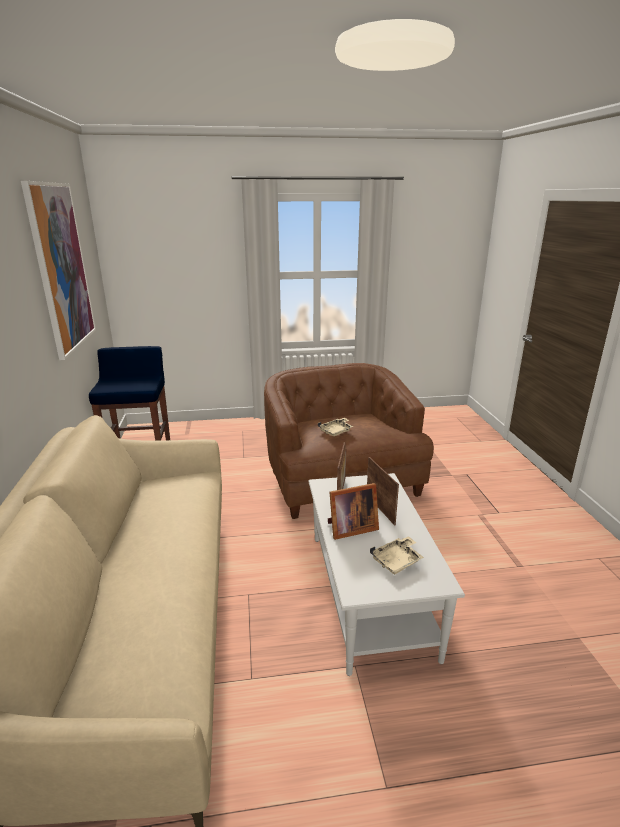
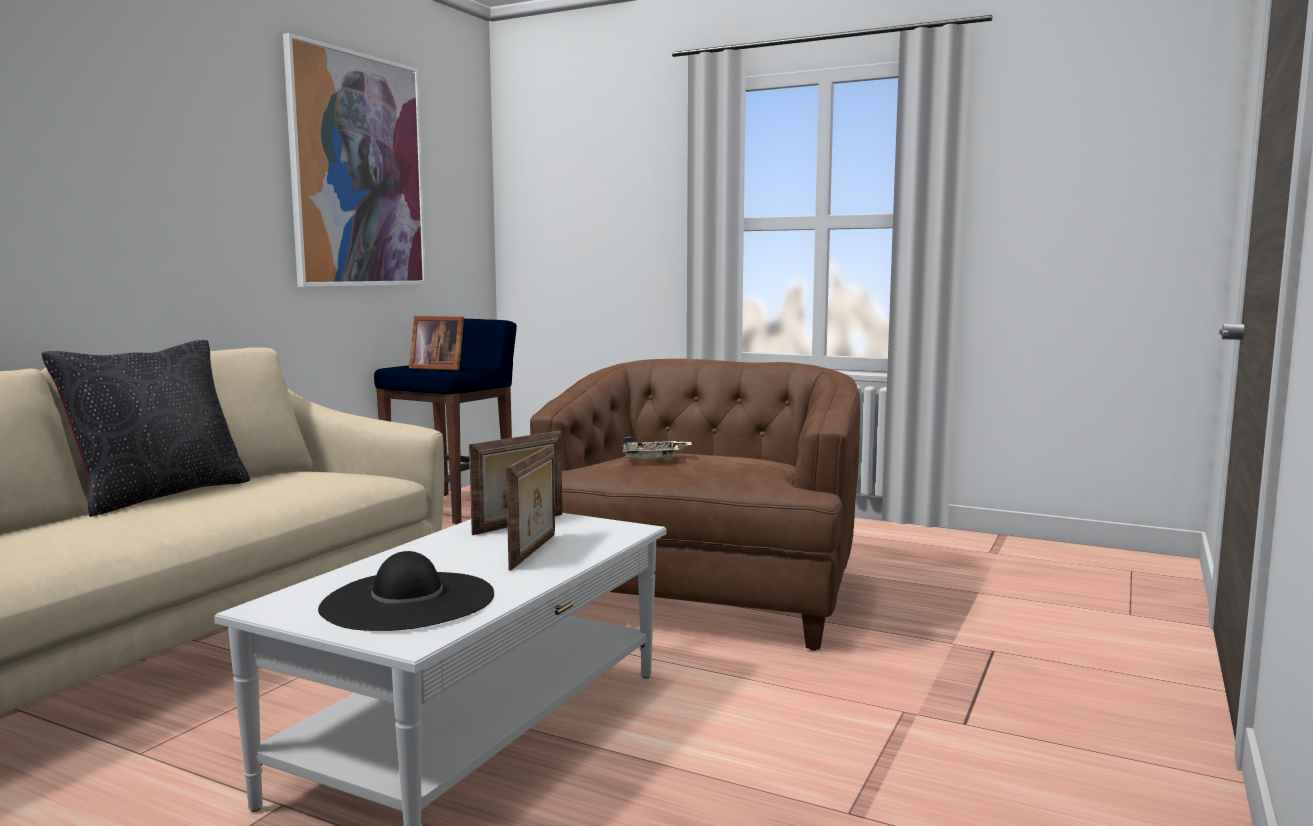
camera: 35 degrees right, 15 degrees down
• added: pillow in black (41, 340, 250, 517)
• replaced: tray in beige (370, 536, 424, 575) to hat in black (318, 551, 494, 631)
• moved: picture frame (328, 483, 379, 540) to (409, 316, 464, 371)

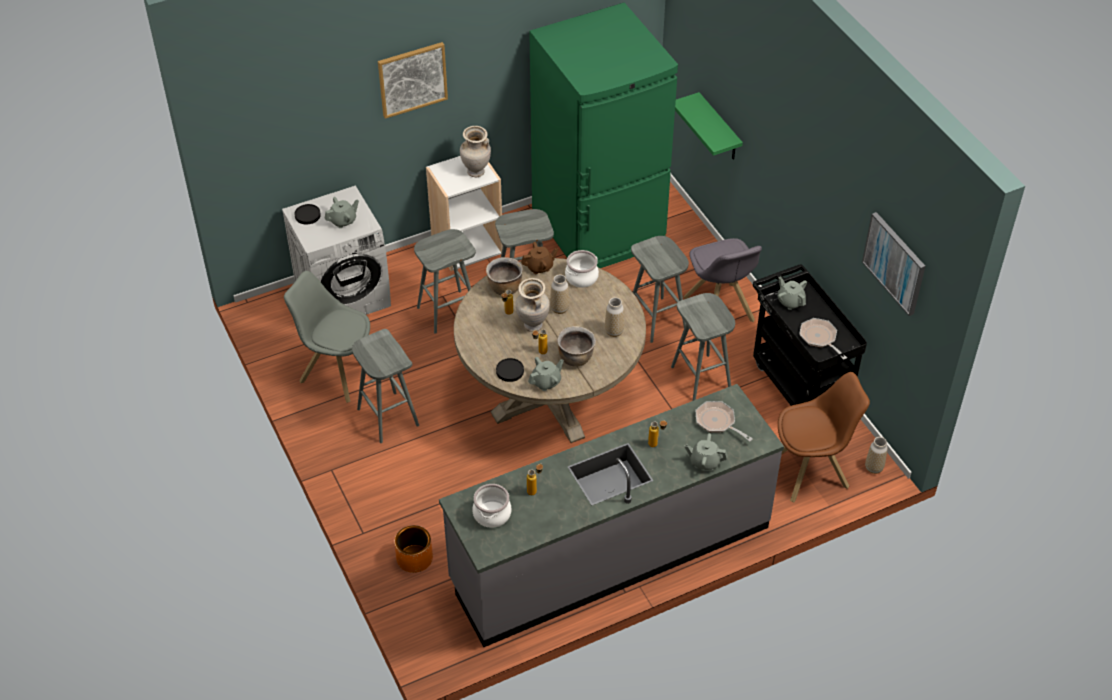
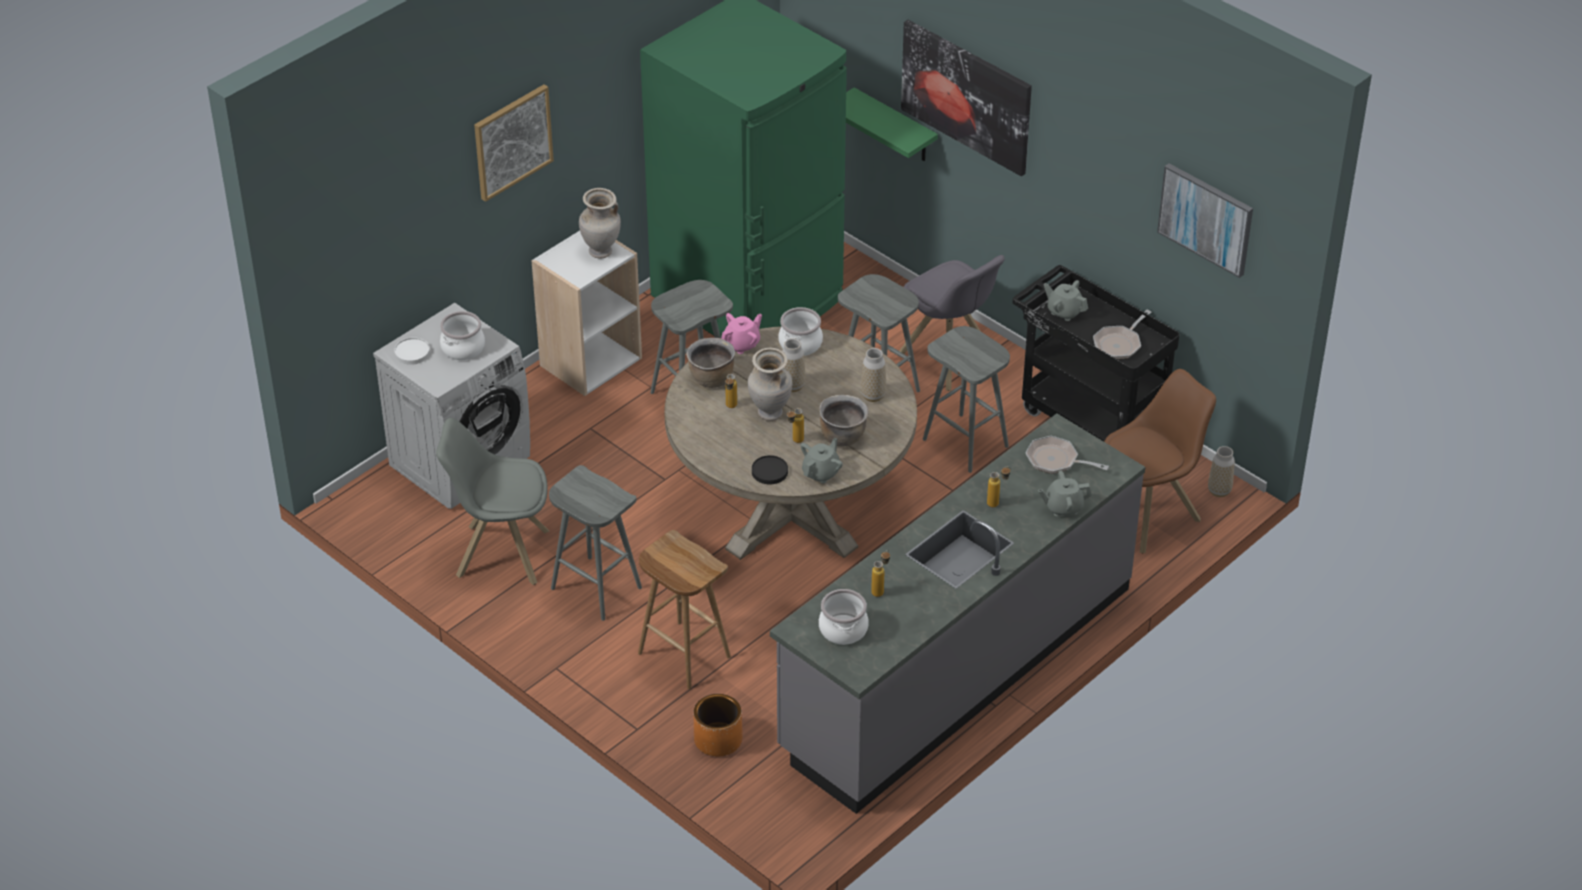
camera: 20 degrees left, 5 degrees down
• recoloured: plate in black (294, 204, 321, 225) to plate in white (394, 337, 430, 365)
• replaced: teapot in grey (325, 197, 359, 228) to cooking pot (440, 311, 485, 360)
• added: stool in brown (638, 530, 731, 690)
• recoloured: teapot in brown (521, 242, 558, 274) to teapot in pink (721, 313, 762, 354)
• added: picture (901, 20, 1032, 176)
• turned: frying pan (799, 318, 847, 360) = (1093, 310, 1151, 359) 90 degrees counterclockwise
• removed: stool in grey (414, 229, 476, 334)

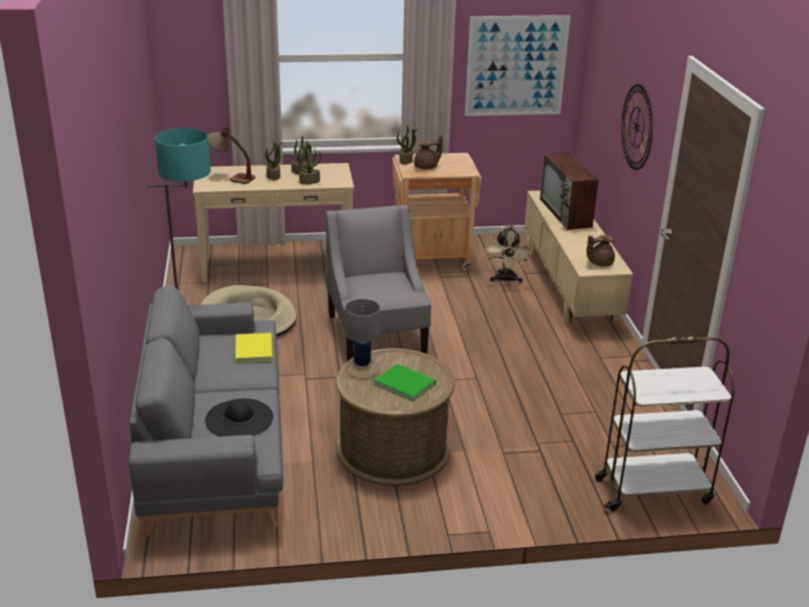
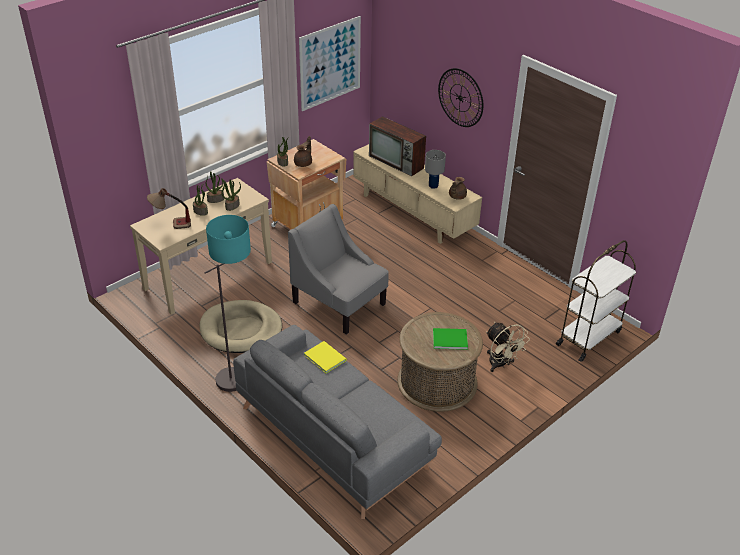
camera: 35 degrees left, 10 degrees up
• moved: table lamp in grey (345, 299, 380, 366) to (425, 150, 446, 189)
• moved: fan in beige (486, 225, 533, 283) to (486, 322, 530, 372)
• removed: hat in black (205, 399, 273, 437)

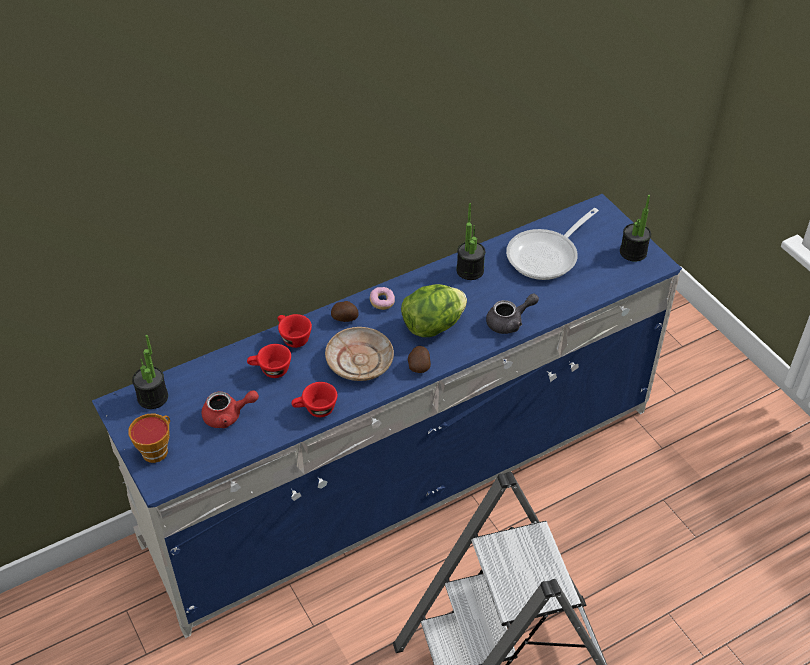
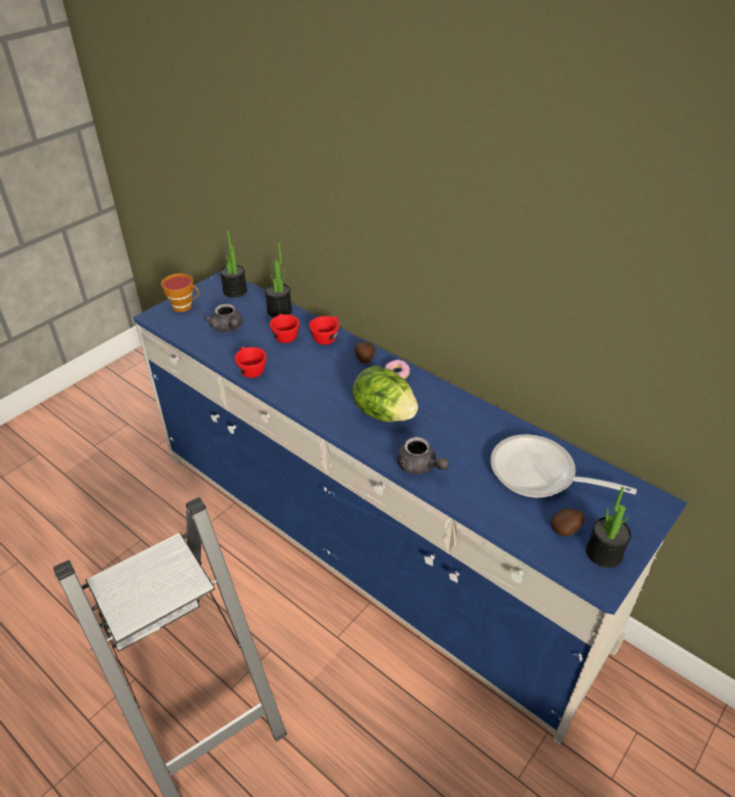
camera: 70 degrees right, 5 degrees down
• recoloured: teapot in red (202, 390, 259, 428) to teapot in grey (205, 304, 243, 332)
• moved: potted plant (456, 203, 485, 280) to (265, 243, 292, 317)
• moved: potato (408, 346, 431, 373) to (551, 508, 585, 536)
• removed: plate in beige (325, 327, 394, 381)

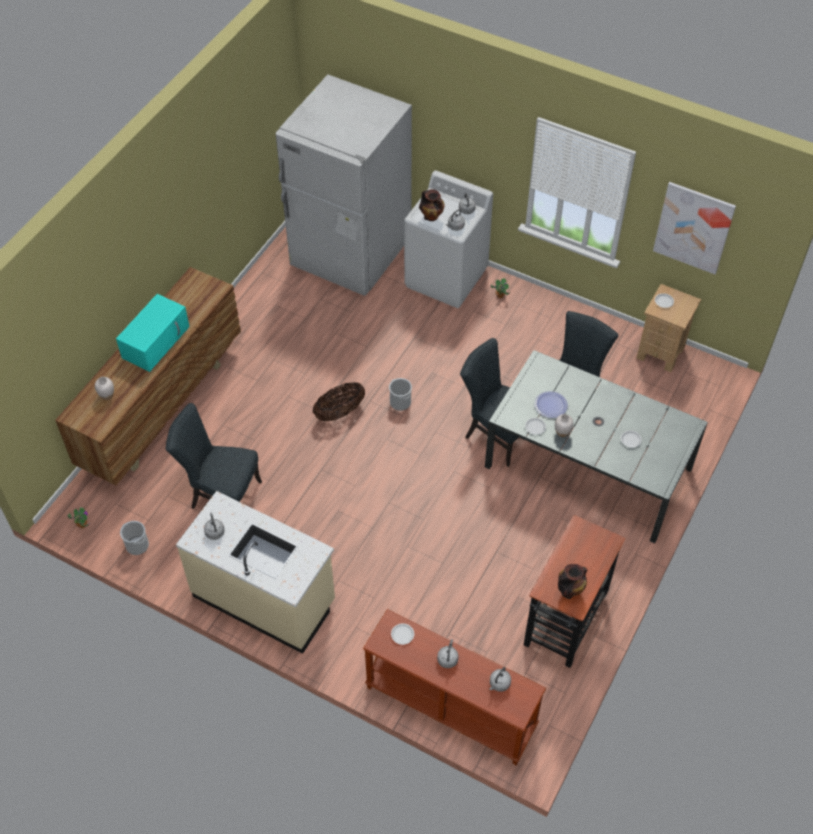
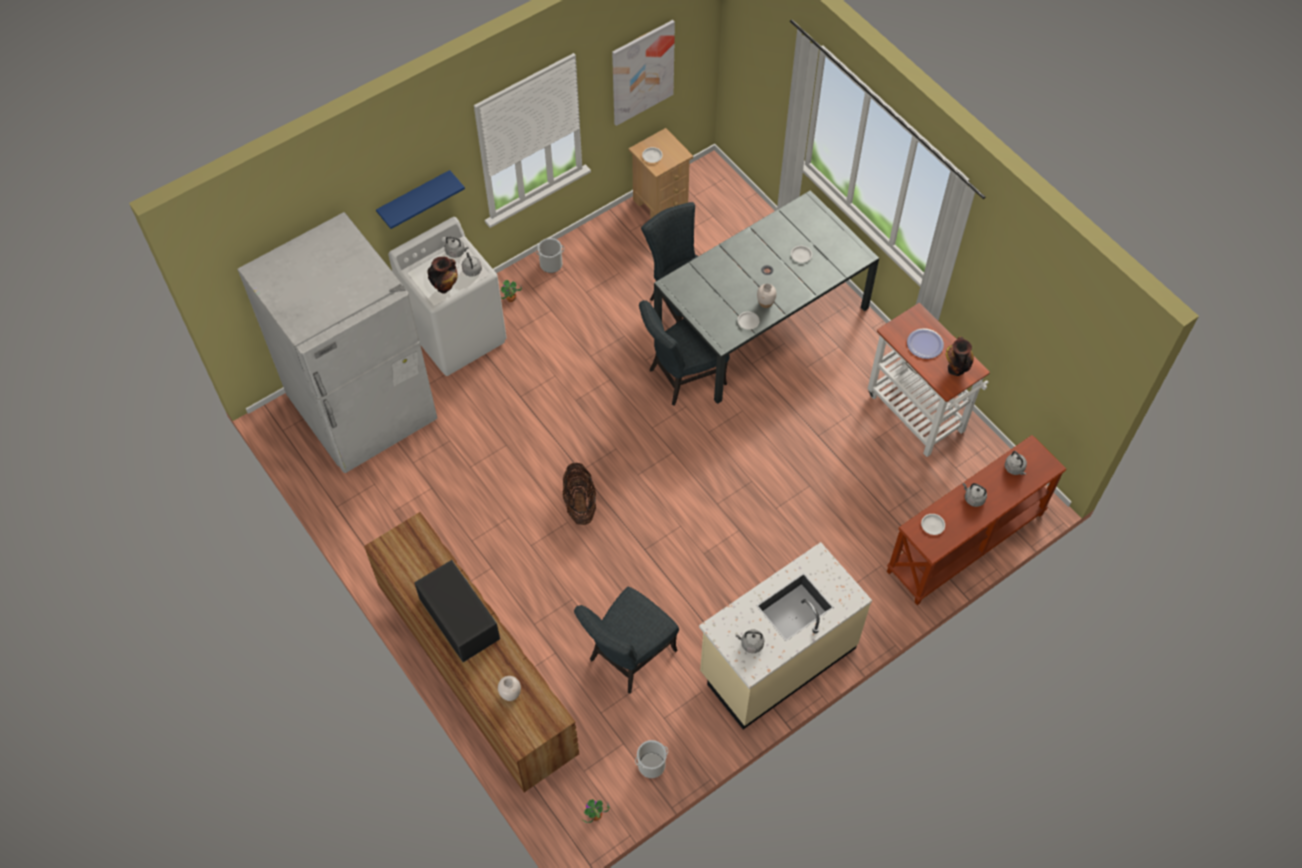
camera: 65 degrees left, 5 degrees up
• added: shelf in blue (376, 170, 465, 229)
• recoloured: microwave in turquoise (116, 294, 190, 372) to microwave in black (414, 560, 500, 662)
• moved: bucket (389, 378, 412, 411) to (535, 238, 564, 273)
• recoloured: cart in black (524, 515, 625, 668) to cart in white (868, 303, 990, 457)
• moved: plate (535, 391, 568, 418) to (907, 328, 944, 359)

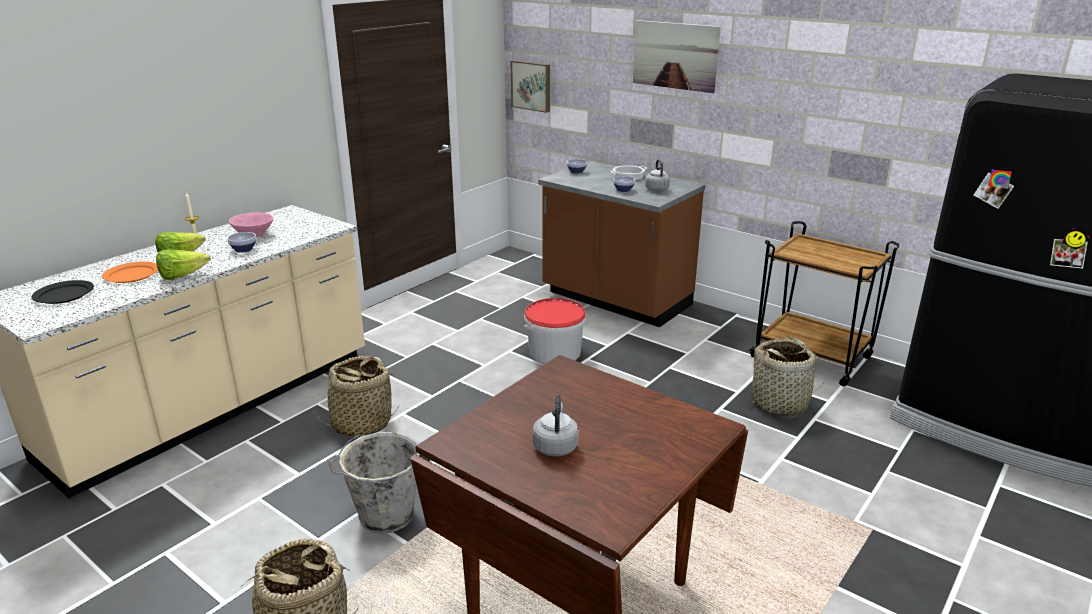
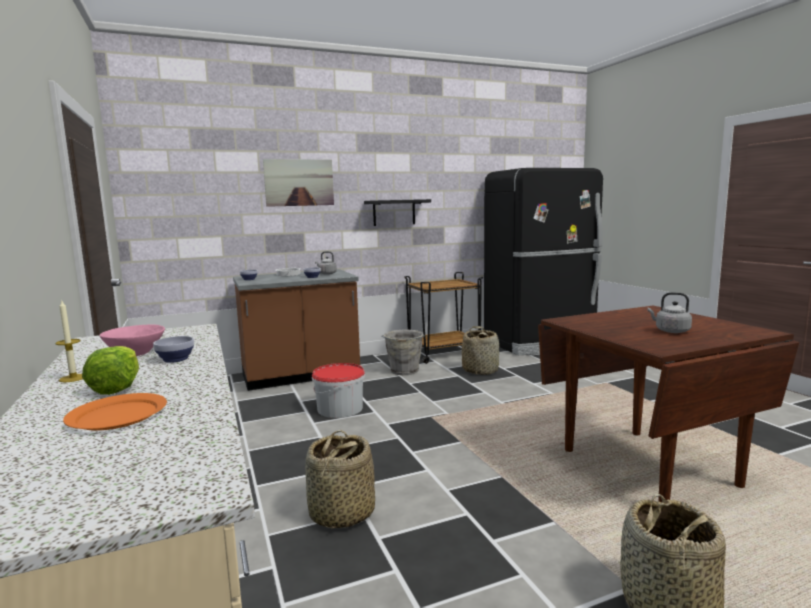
camera: 60 degrees left, 15 degrees down
• added: shelf in black (364, 199, 431, 226)
• moved: bucket in grey (329, 432, 420, 534) to (382, 330, 425, 375)
• removed: plate in black (31, 280, 94, 304)
• removed: lettuce (156, 249, 210, 280)
• removed: picture (510, 60, 550, 113)

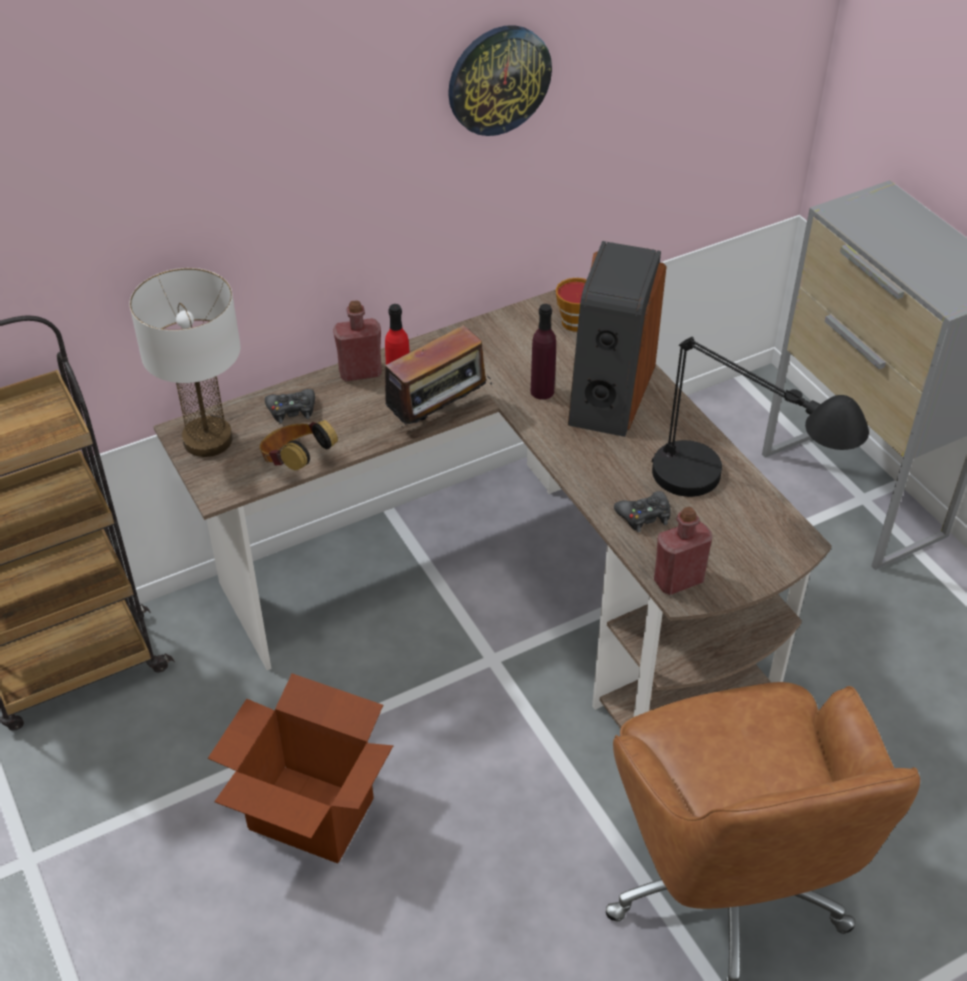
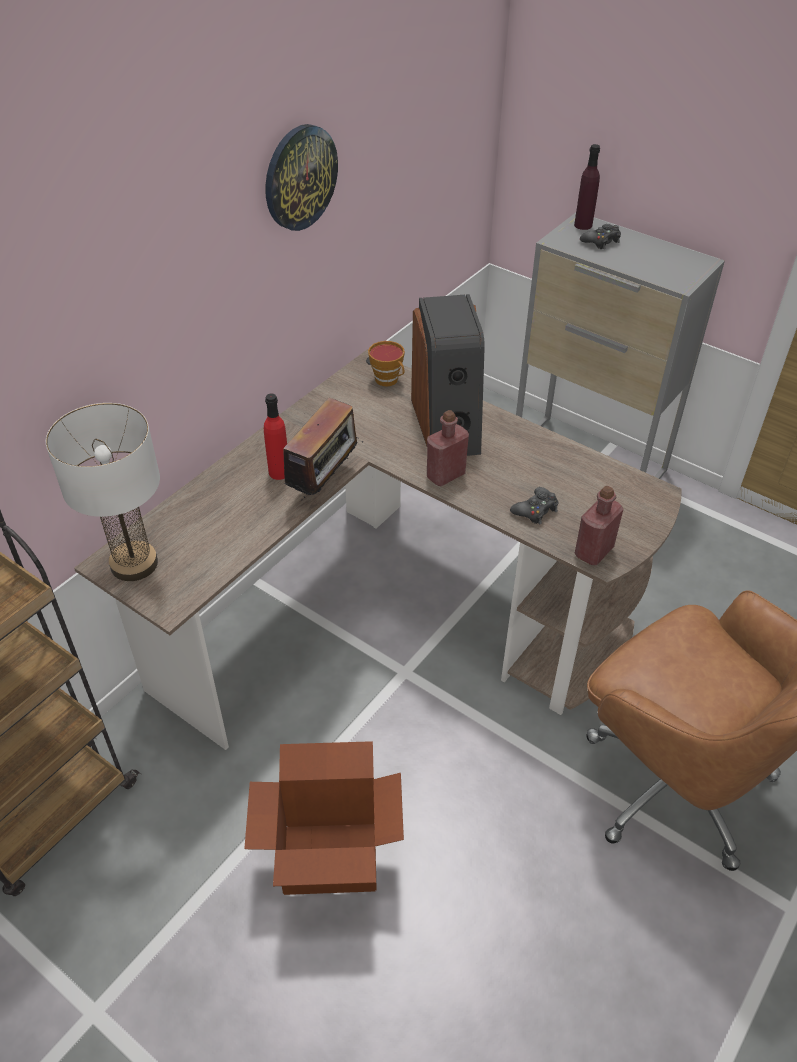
camera: 25 degrees left, 0 degrees up
• moved: bottle in red (333, 300, 382, 381) to (427, 410, 469, 486)
• moved: bottle in purple (530, 304, 556, 400) to (574, 144, 600, 230)
• moved: game controller in black (265, 389, 315, 423) to (580, 224, 621, 249)
• removed: headphones (260, 420, 338, 471)
• removed: table lamp in black (652, 337, 869, 497)

